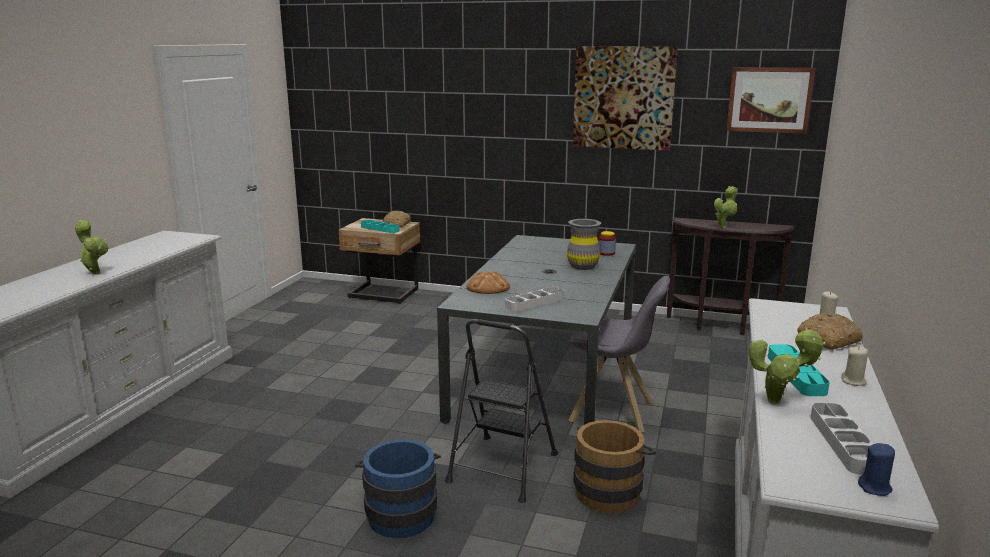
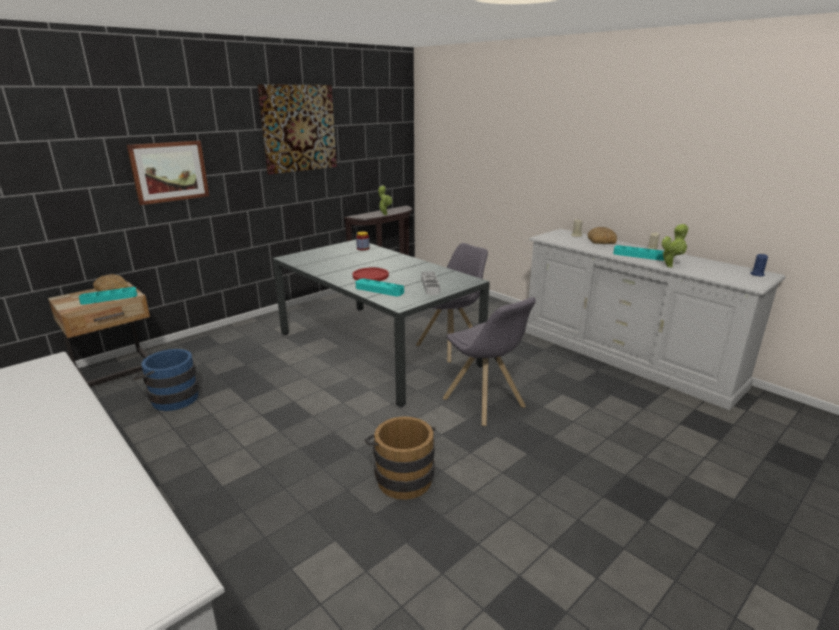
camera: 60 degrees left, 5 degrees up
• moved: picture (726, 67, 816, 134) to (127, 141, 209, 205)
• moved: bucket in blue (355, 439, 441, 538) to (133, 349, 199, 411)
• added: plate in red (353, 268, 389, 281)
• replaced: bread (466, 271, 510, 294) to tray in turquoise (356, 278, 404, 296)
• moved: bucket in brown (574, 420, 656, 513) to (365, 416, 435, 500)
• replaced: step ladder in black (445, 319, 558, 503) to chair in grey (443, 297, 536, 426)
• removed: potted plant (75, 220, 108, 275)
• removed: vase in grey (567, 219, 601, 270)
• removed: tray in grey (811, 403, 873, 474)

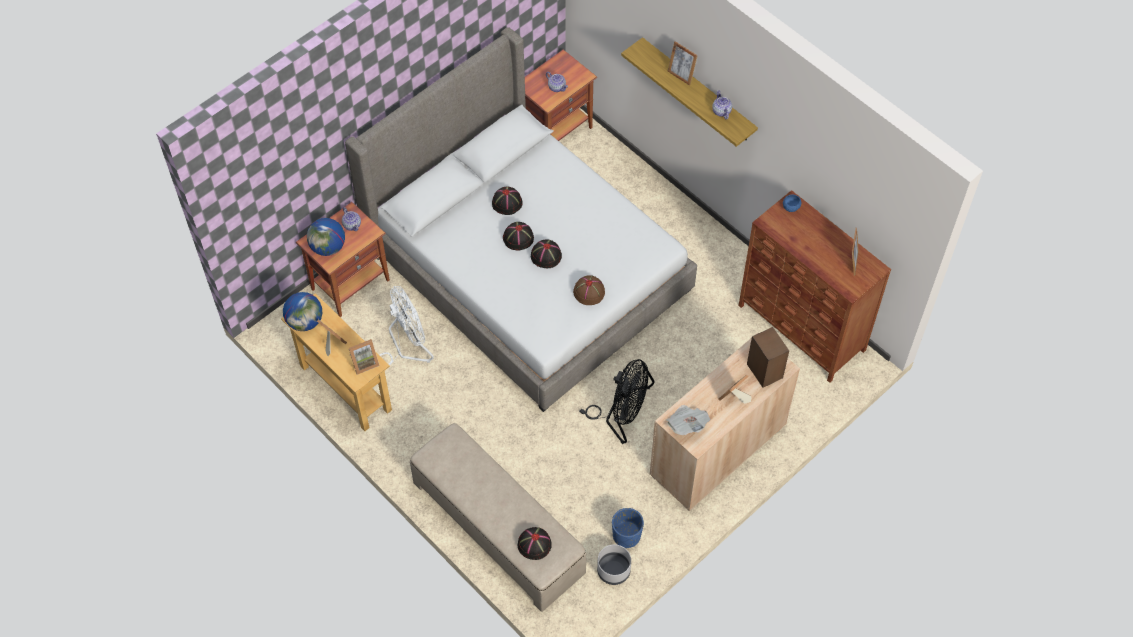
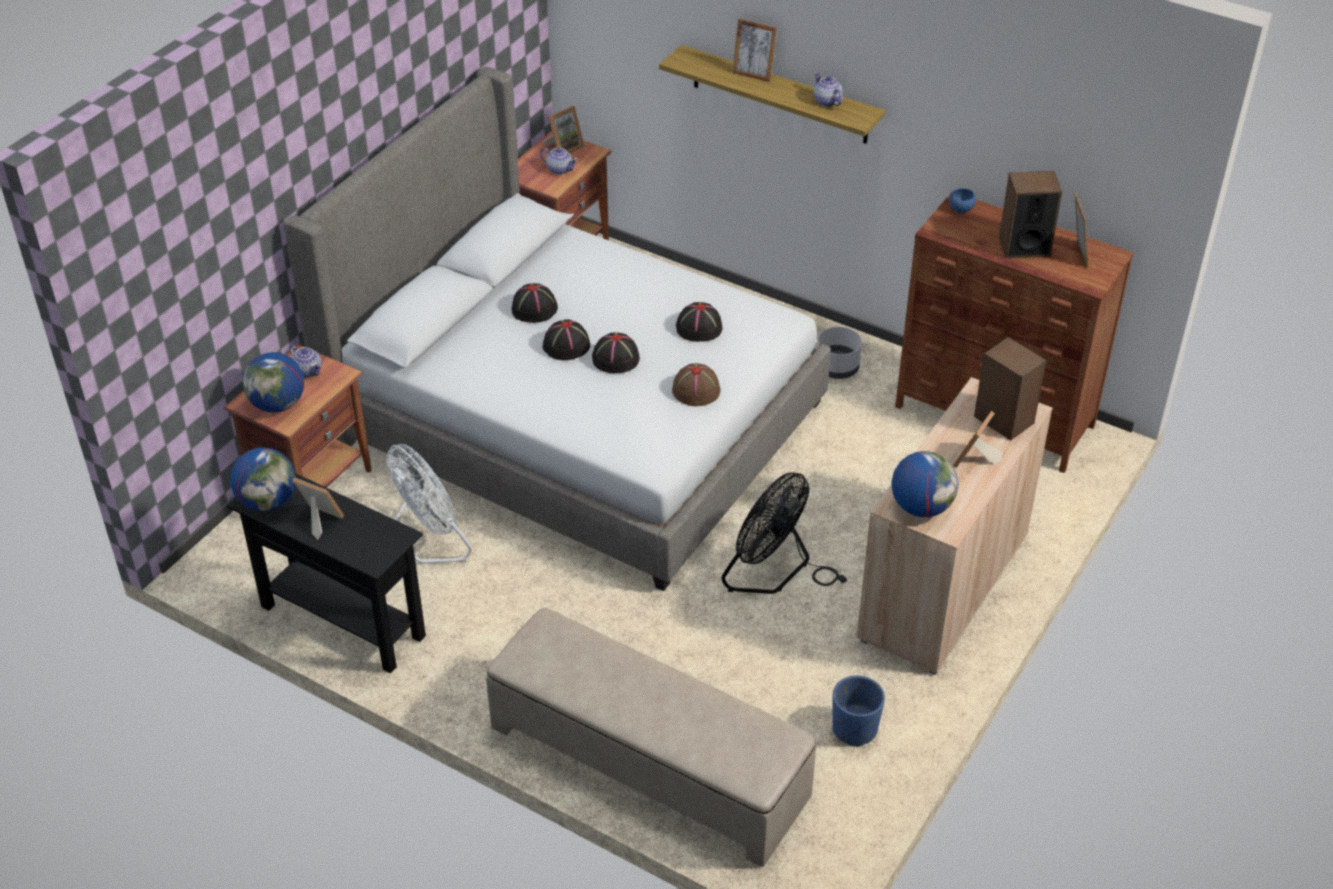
camera: 15 degrees left, 15 degrees down
• recoloured: console table in beige (281, 293, 392, 431) to console table in black (227, 473, 426, 673)
• moved: picture frame (349, 339, 380, 375) to (544, 106, 585, 154)
• moved: hat in black (518, 527, 552, 560) to (676, 302, 722, 342)
• turned: fan in black (580, 359, 655, 444) = (722, 472, 847, 594) 150 degrees counterclockwise
• moved: planter in grey (597, 544, 631, 585) to (817, 327, 862, 379)
• replaced: newspaper (666, 405, 710, 435) to globe (891, 451, 958, 517)
• added: speaker (999, 171, 1062, 258)

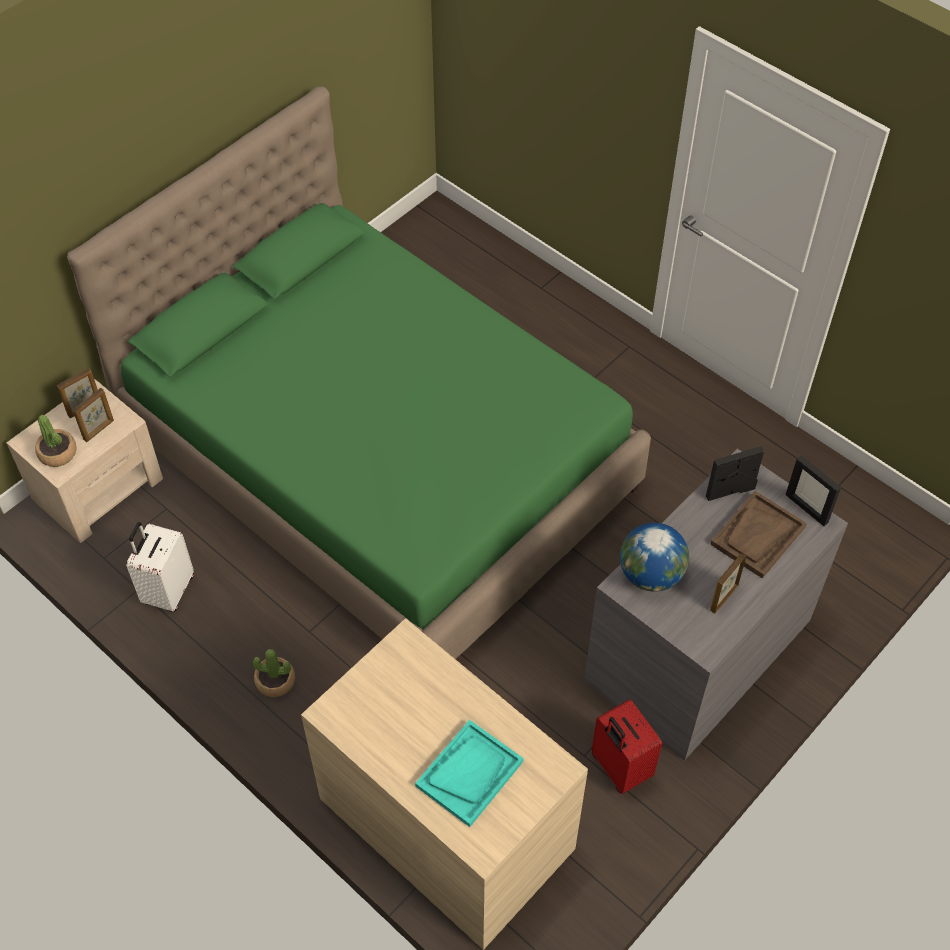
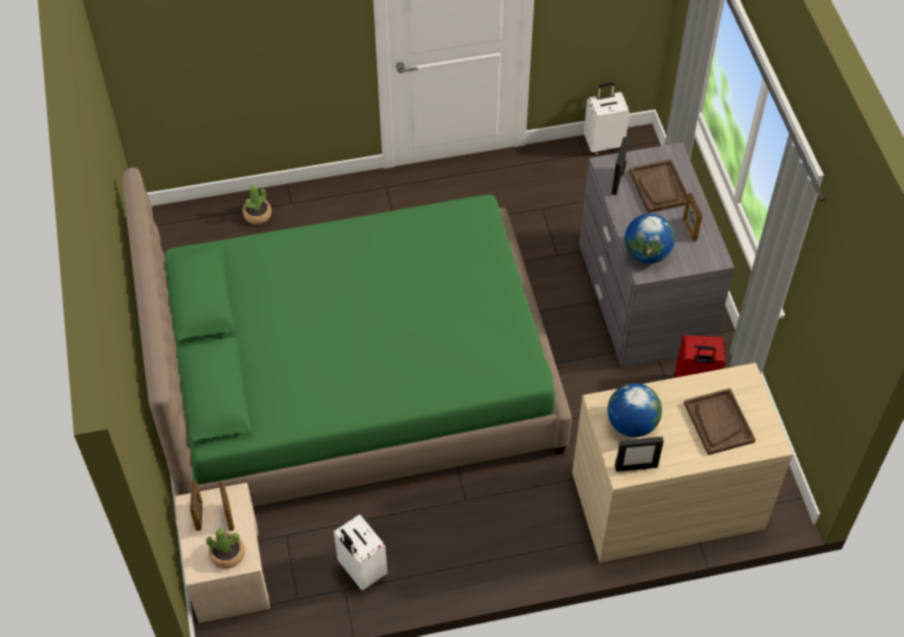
camera: 55 degrees left, 0 degrees up
• moved: potted plant (253, 649, 295, 697) to (243, 185, 272, 224)
• added: suitcase in white (584, 82, 630, 155)
• added: globe (607, 383, 662, 437)
• moved: picture frame (786, 455, 841, 526) to (615, 437, 664, 472)
• recoloured: tray in turquoise (415, 720, 524, 827) to tray in brown (684, 388, 756, 455)

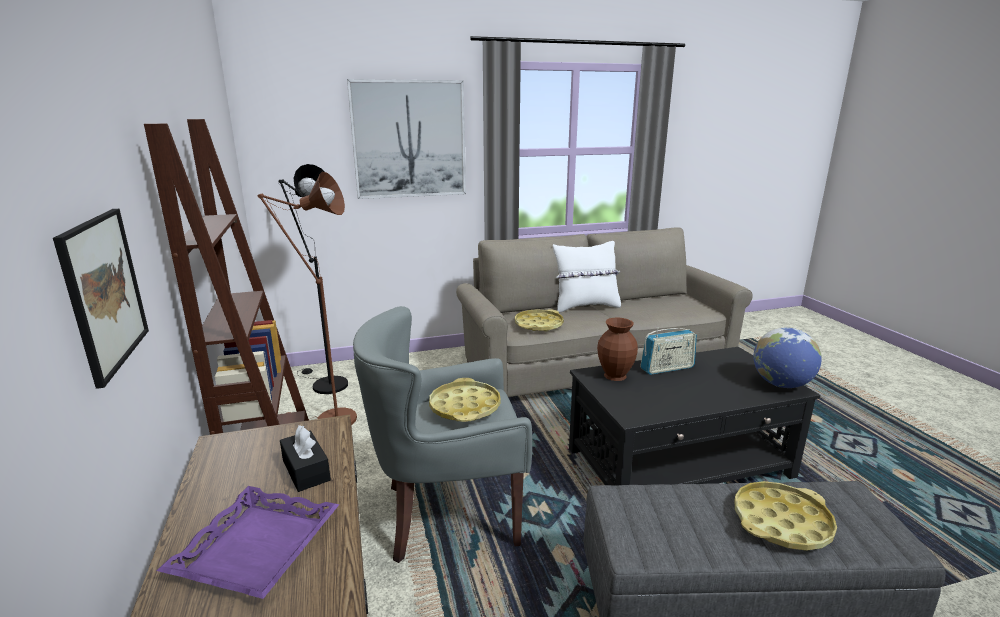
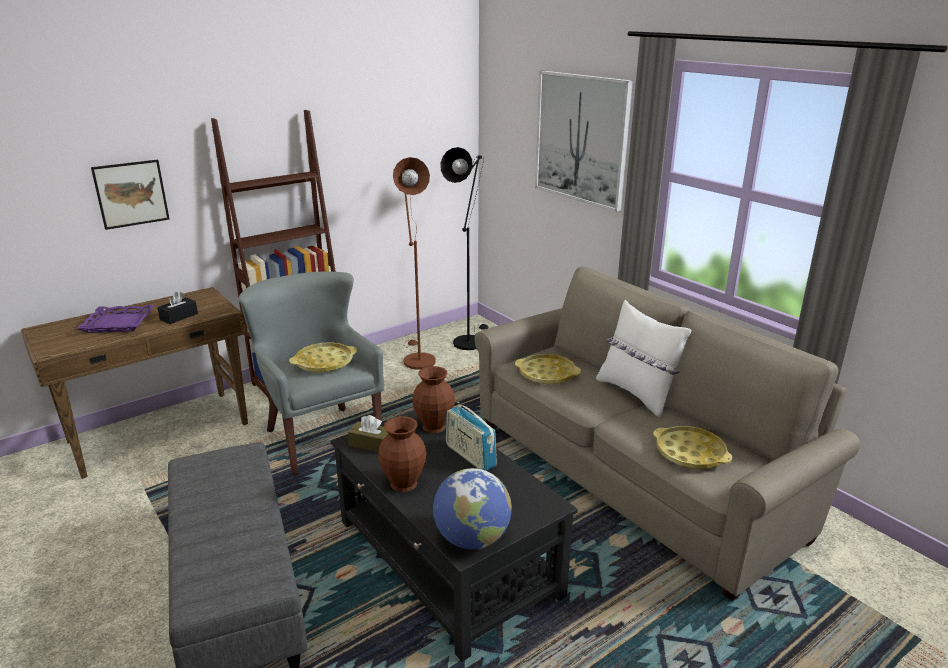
camera: 70 degrees right, 5 degrees up
• added: tissue box in brown (348, 415, 388, 452)
• added: vase in brown (378, 416, 426, 492)
• moved: tray in yellow (734, 481, 837, 551) to (653, 426, 732, 469)

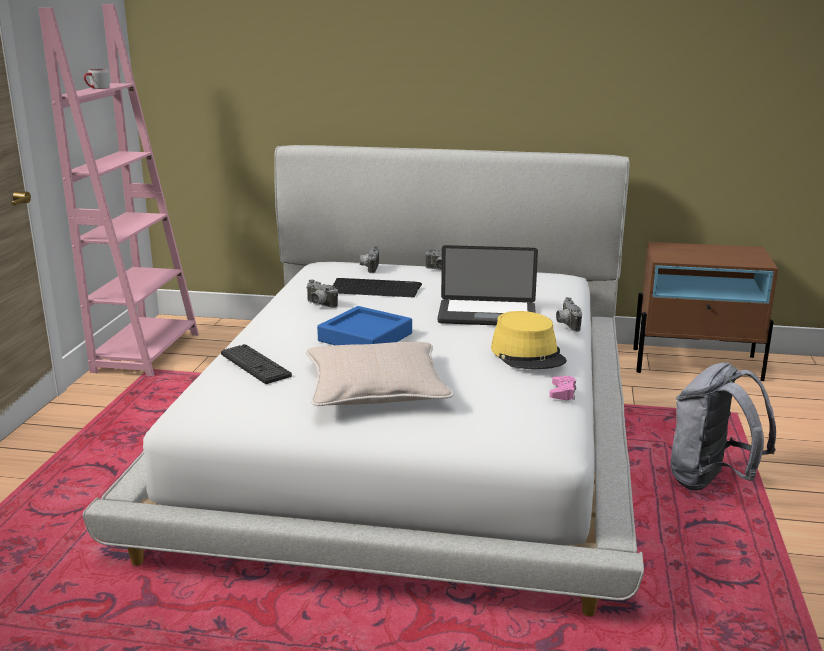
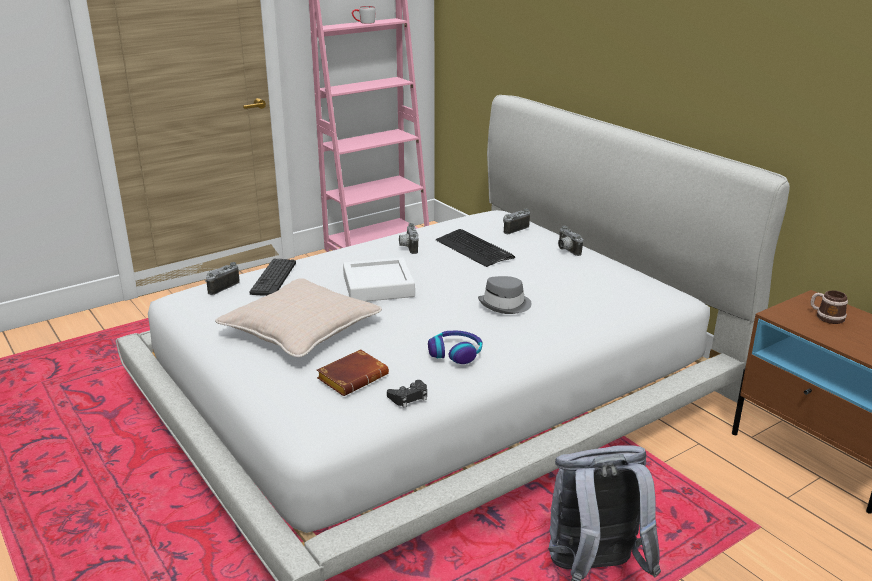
camera: 45 degrees right, 5 degrees up
• moved: photo camera (556, 297, 582, 332) to (205, 262, 240, 295)
• added: book in brown (317, 349, 389, 396)
• recoloured: tray in blue (317, 306, 412, 345) to tray in white (343, 257, 415, 302)
• recoloured: game controller in pink (549, 376, 576, 400) to game controller in black (387, 380, 427, 408)
• replaced: hat in yellow (491, 311, 567, 369) to headphones (428, 331, 483, 364)
• replaced: laptop (437, 245, 538, 325) to hat in grey (478, 276, 532, 314)
• added: mug (811, 290, 848, 324)

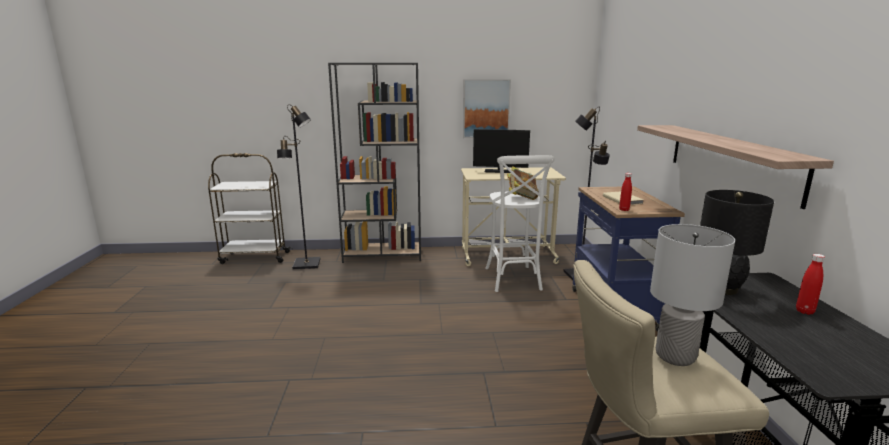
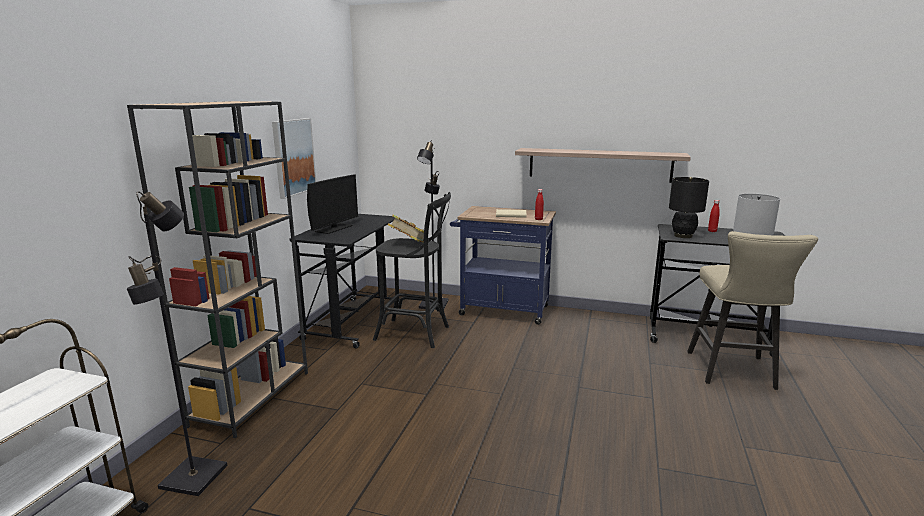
camera: 70 degrees left, 0 degrees up
• recoloured: desk in beige (461, 167, 566, 266) to desk in black (290, 214, 401, 349)
• recoloured: stool in white (485, 155, 555, 292) to stool in black (373, 192, 451, 348)

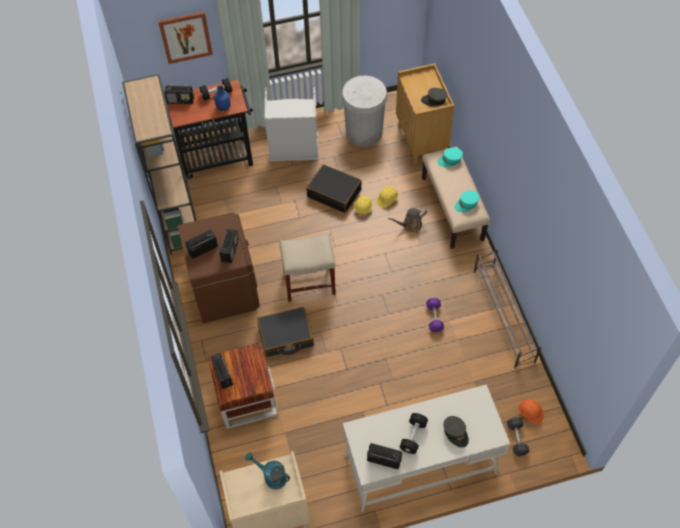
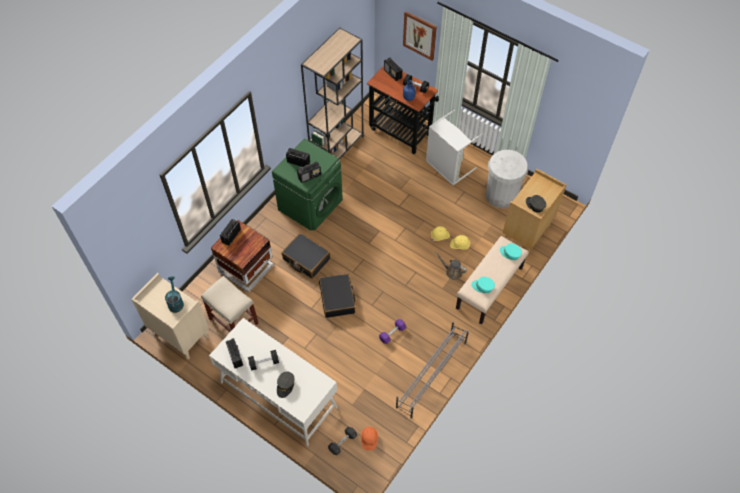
camera: 50 degrees right, 0 degrees up
• moved: stool in beige (279, 233, 336, 302) to (201, 276, 258, 332)
• recoloured: washing machine in brown (178, 212, 260, 323) to washing machine in green (272, 138, 343, 231)
• moved: suitcase in black (306, 164, 362, 213) to (319, 273, 356, 318)

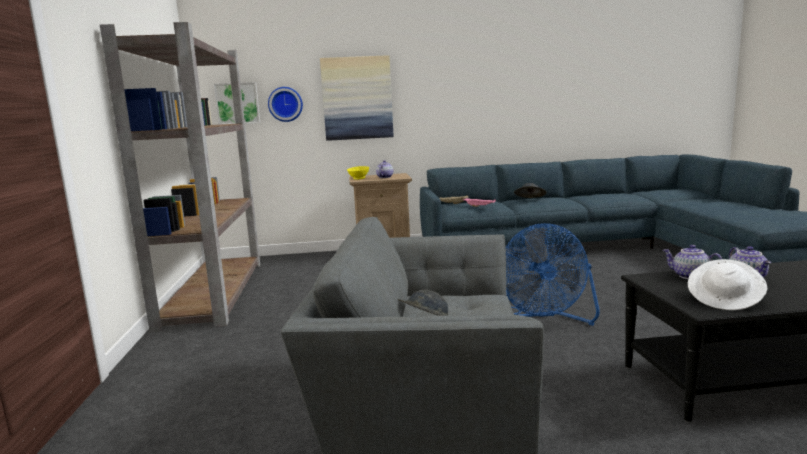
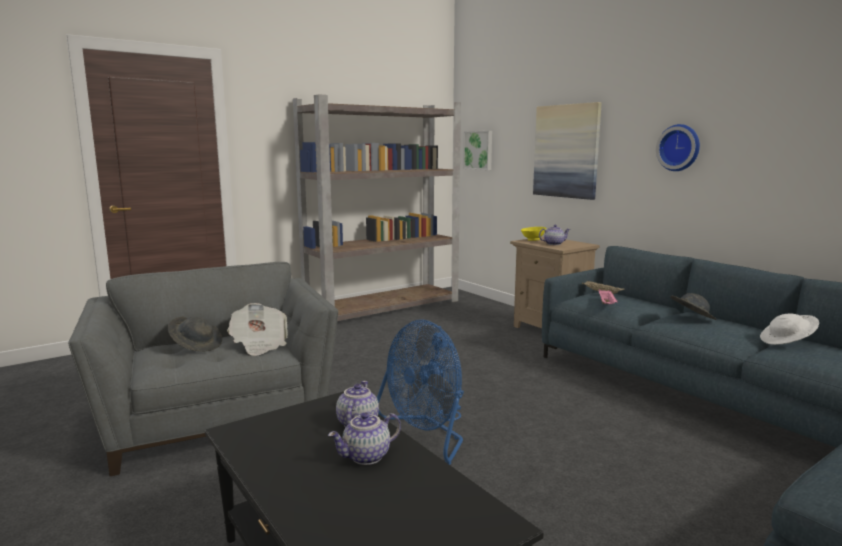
camera: 60 degrees right, 0 degrees up
• added: newspaper (227, 303, 288, 356)
• moved: wall clock (268, 87, 303, 122) to (656, 124, 700, 171)
• moved: hat in white (688, 259, 767, 310) to (760, 314, 819, 345)

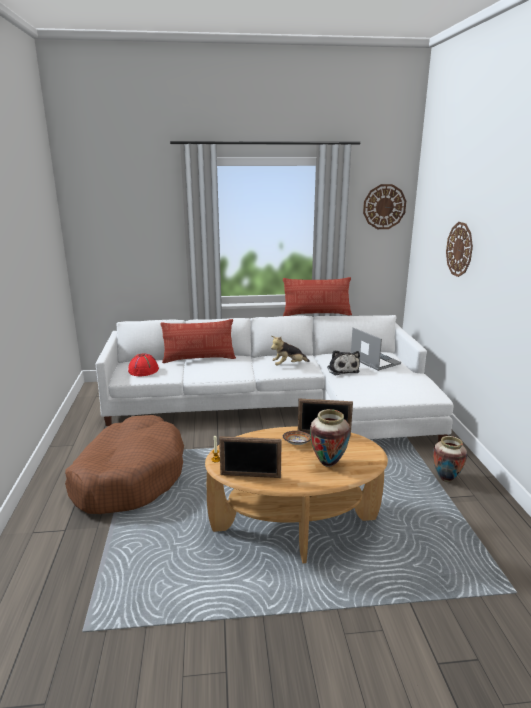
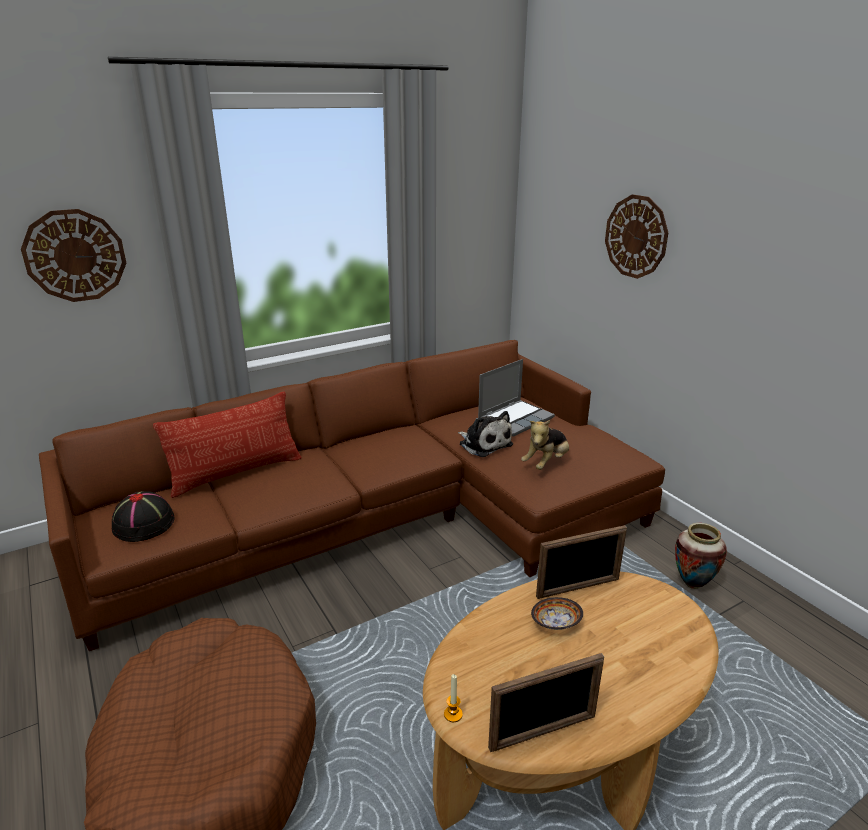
camera: 25 degrees left, 5 degrees up
• moved: wall clock (363, 184, 406, 229) to (21, 209, 126, 302)
• recoloured: sofa in white (96, 315, 454, 442) to sofa in brown (39, 340, 665, 651)
• recoloured: hat in red (128, 353, 159, 376) to hat in black (112, 491, 174, 542)
• turned: laptop (351, 328, 401, 371) = (478, 359, 555, 437) 105 degrees clockwise
• moved: plush toy (271, 336, 310, 366) to (521, 420, 569, 470)
• removed: pillow (283, 277, 352, 316)
• removed: vase (310, 409, 350, 467)

